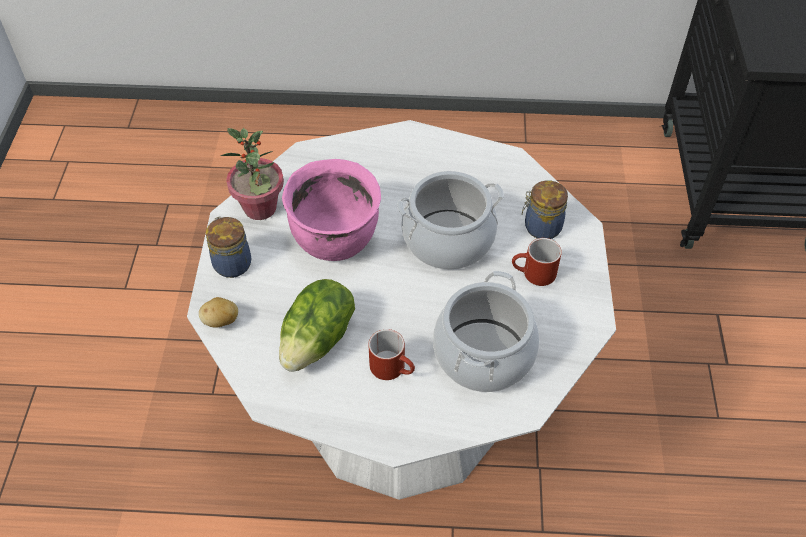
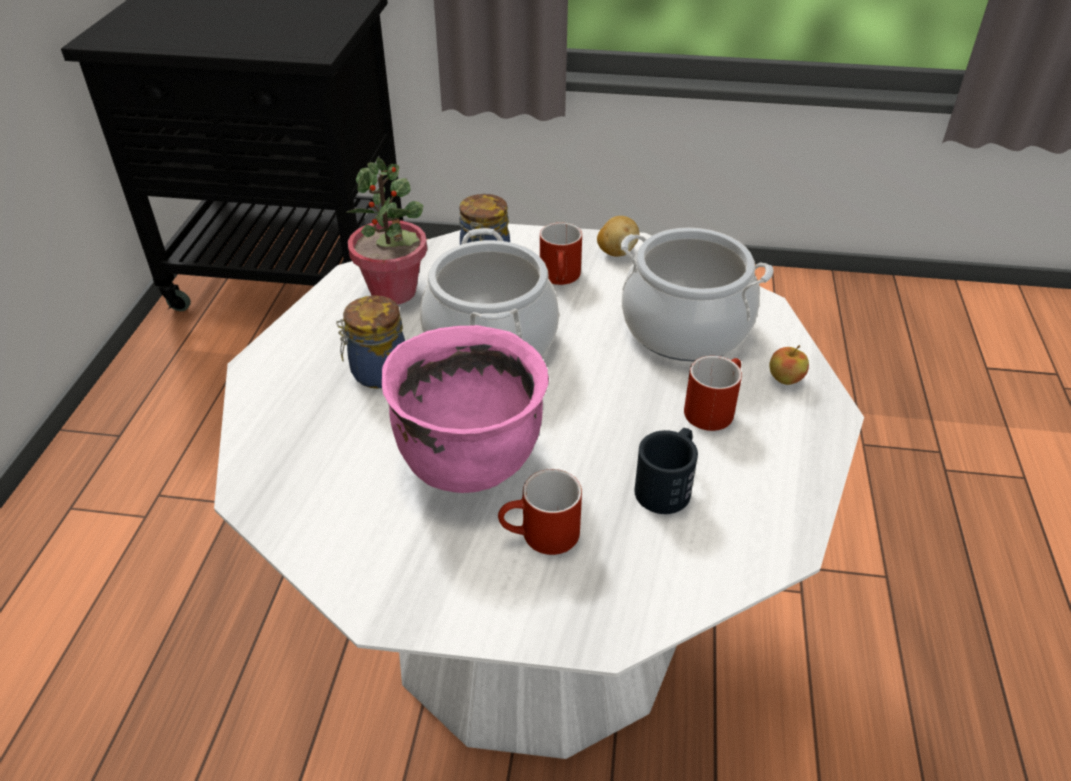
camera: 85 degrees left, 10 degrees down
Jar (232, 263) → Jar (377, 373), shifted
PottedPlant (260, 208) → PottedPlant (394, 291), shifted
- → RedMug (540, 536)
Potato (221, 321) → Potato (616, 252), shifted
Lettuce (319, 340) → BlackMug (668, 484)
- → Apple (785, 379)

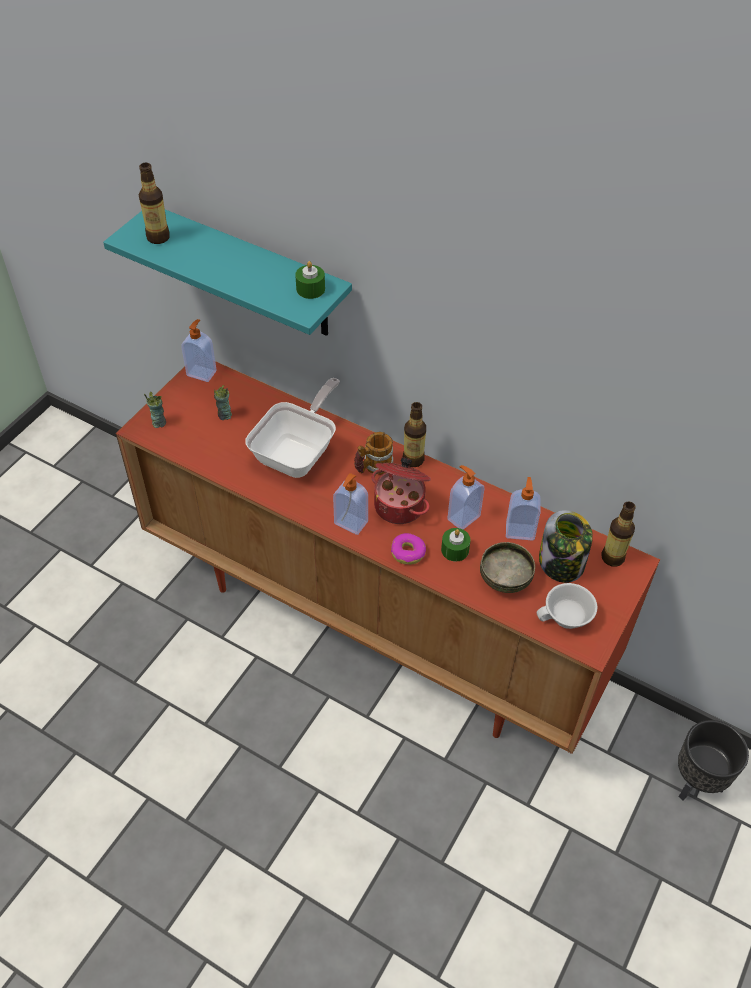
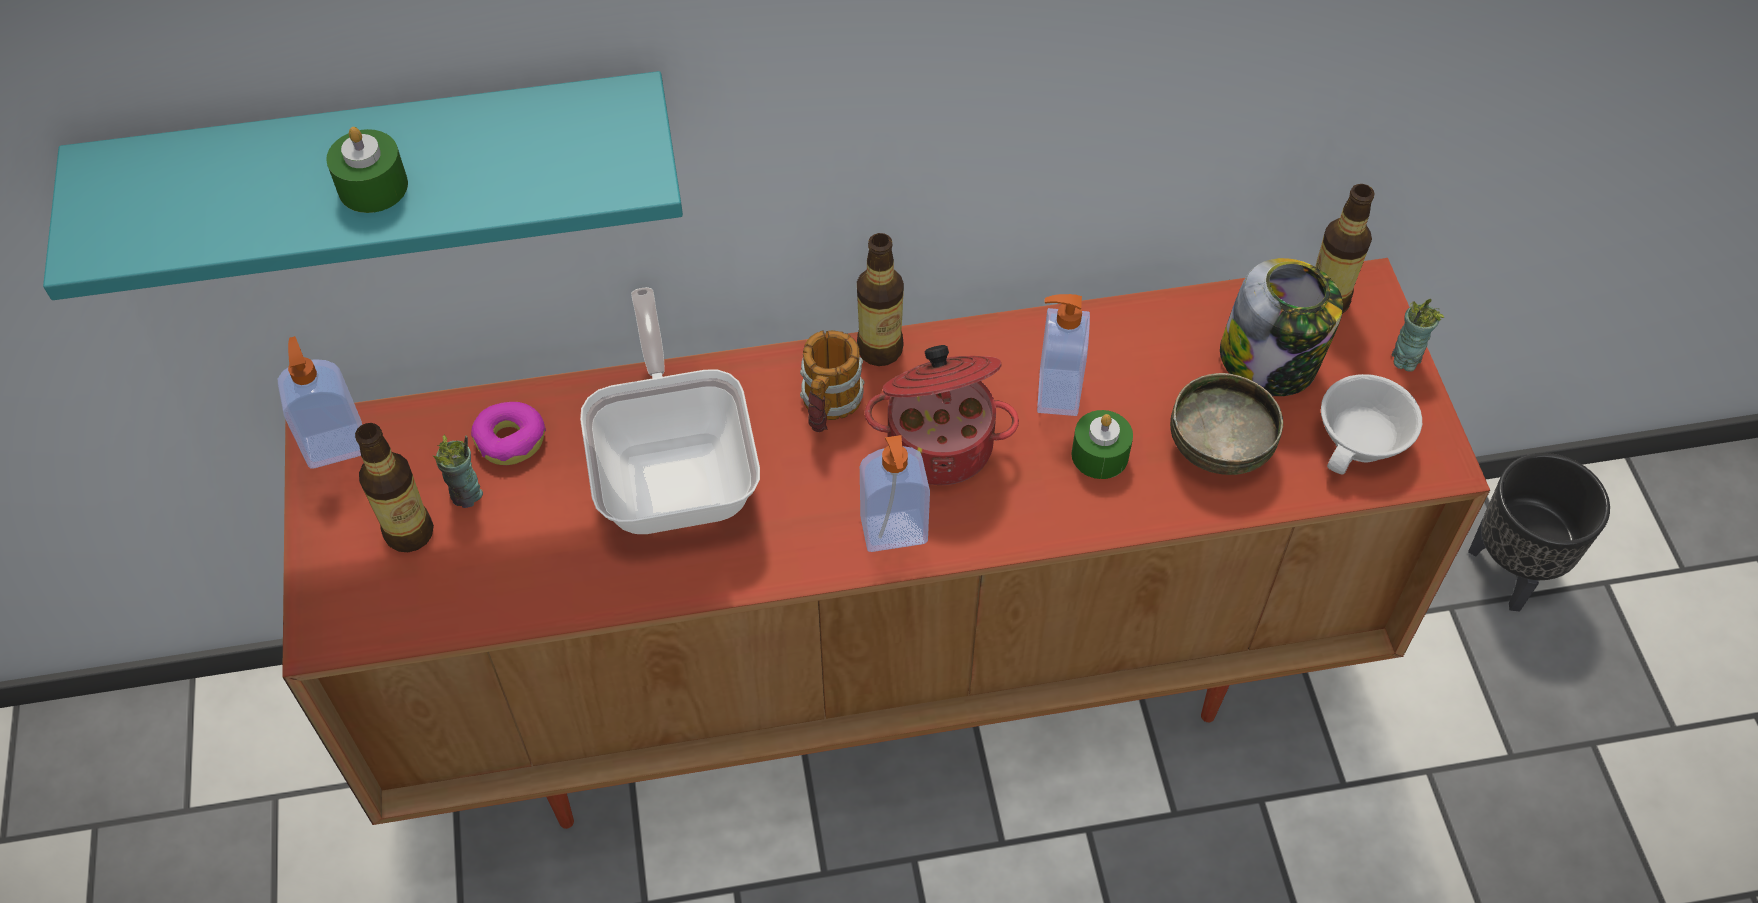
camera: 40 degrees left, 5 degrees up
GreenCandle (310, 289) → GreenCandle (373, 186), shifted
Bottle (158, 237) → Bottle (409, 532), shifted
Donut (408, 552) → Donut (511, 440), shifted
Cup (159, 423) → Cup (1405, 358), shifted
SoapDispenser (520, 530) → -

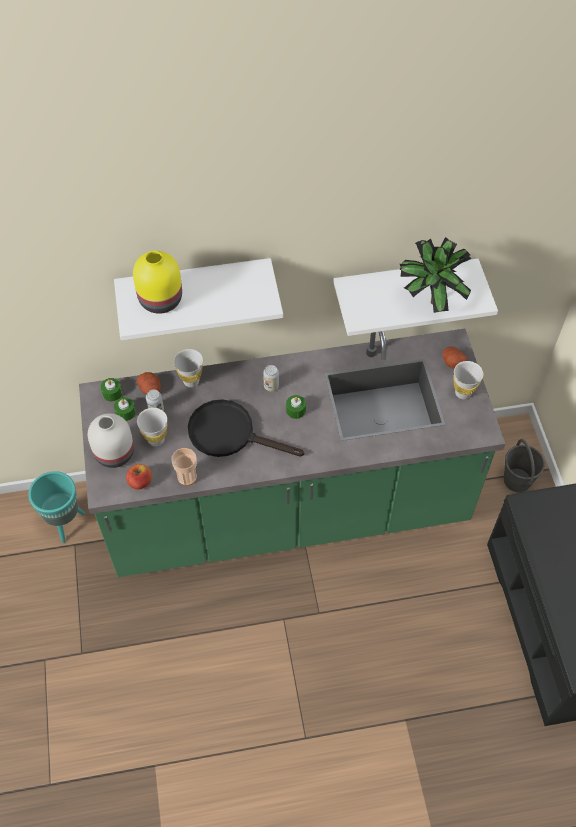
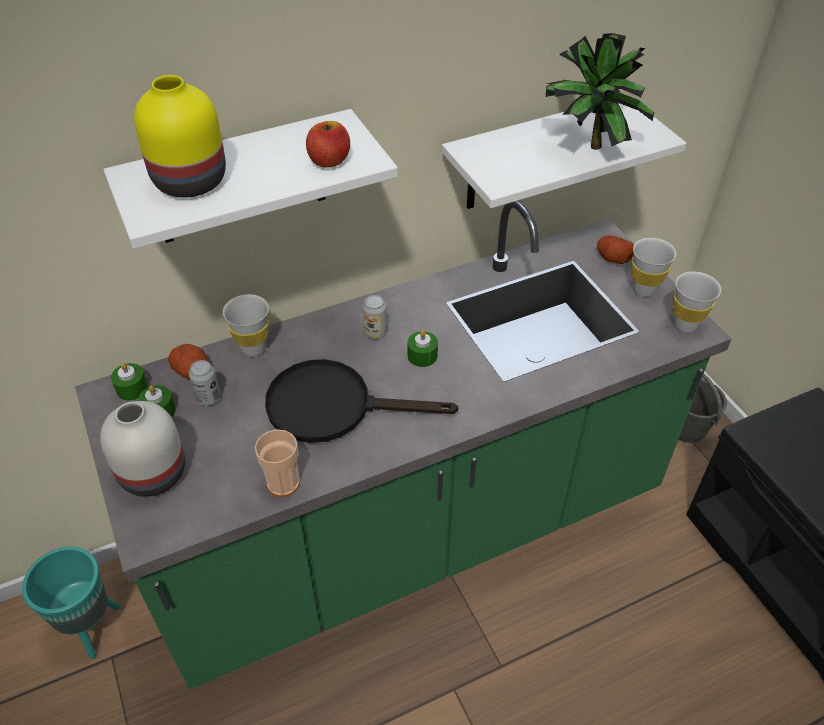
camera: 15 degrees left, 10 degrees down
Apple (140, 482) → Apple (329, 161), shifted
WhiteCup (156, 439) → WhiteCup (685, 325), shifted

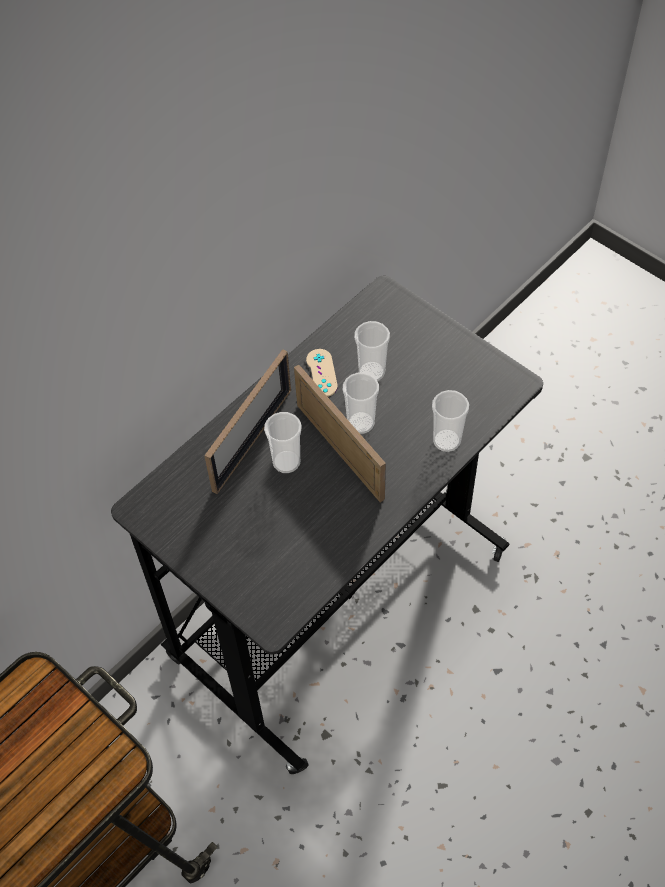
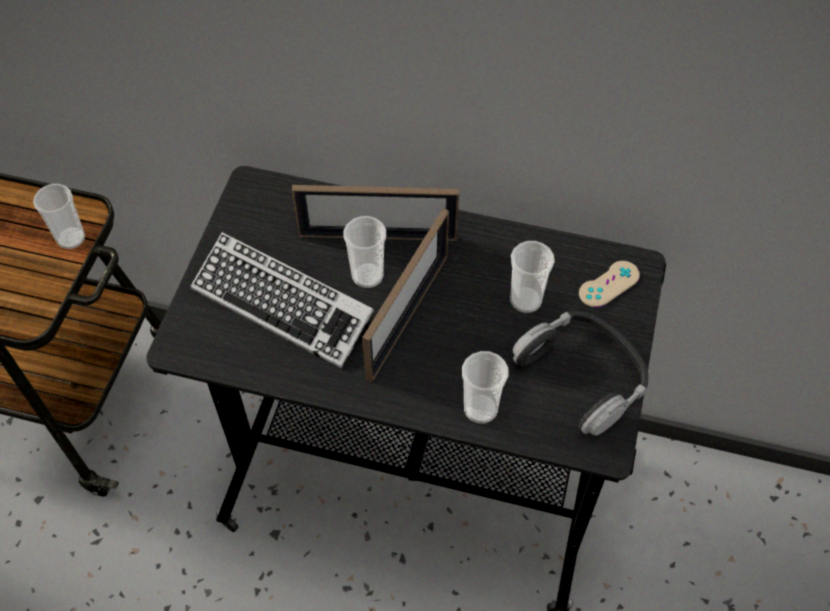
camera: 60 degrees right, 0 degrees up
Cup (361, 423) → Cup (71, 238), shifted
- → Keyboard (283, 305)
- → Headphones (583, 375)
BeigeGameController (321, 373) → BeigeGameController (609, 284), shifted

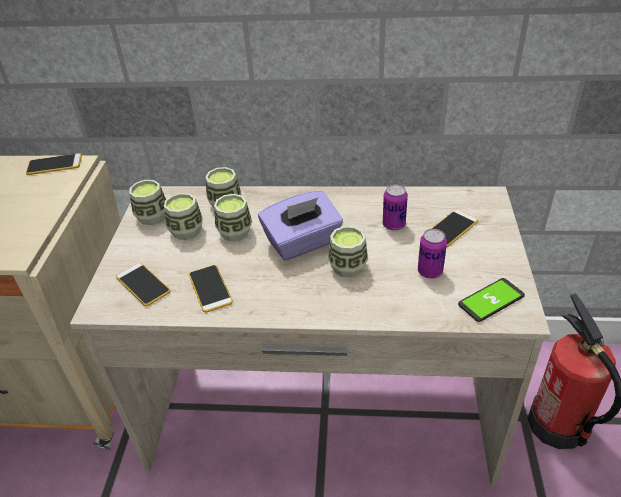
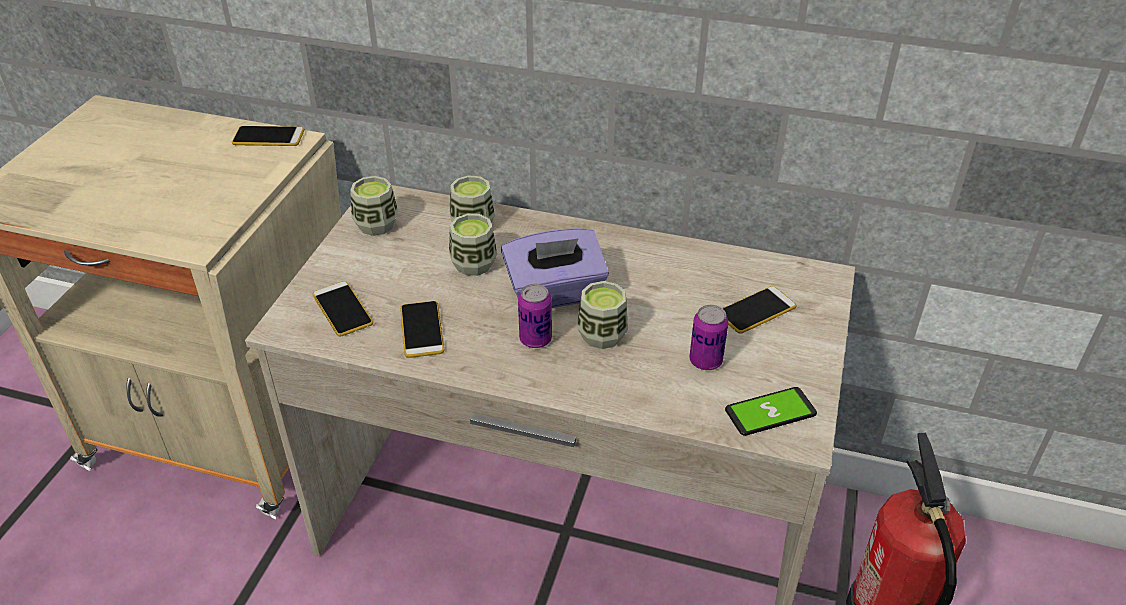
camera: 10 degrees right, 0 degrees up
Can (393, 225) → Can (535, 339), shifted
Cup (186, 231) → -

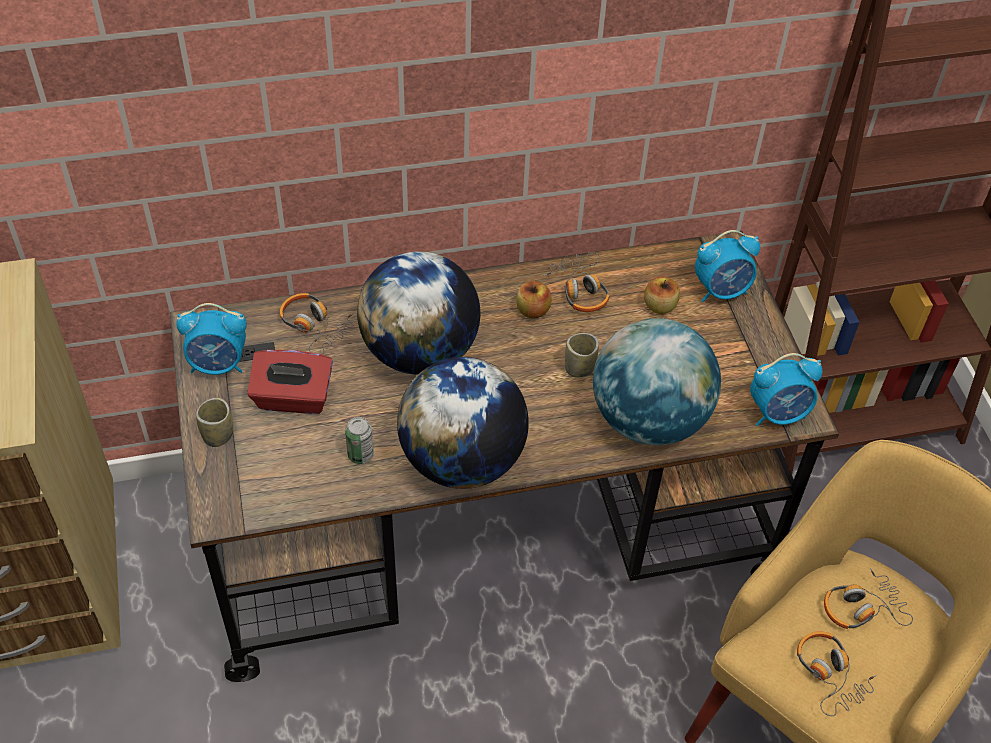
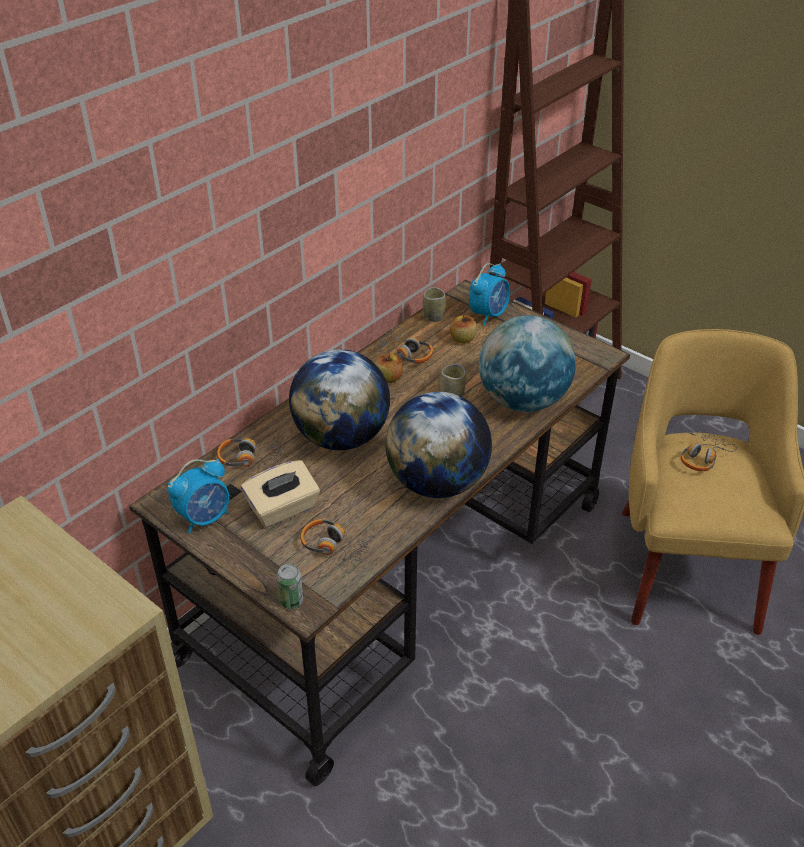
camera: 35 degrees left, 10 degrees down
RedTissueBox (293, 398) → BeigeTissueBox (283, 509)
Can (360, 455) → Can (291, 601), shifted
Headphones (829, 675) → Headphones (335, 548), shifted
Cup (218, 435) → Cup (433, 316), shifted
AlarmClock (778, 413) → -

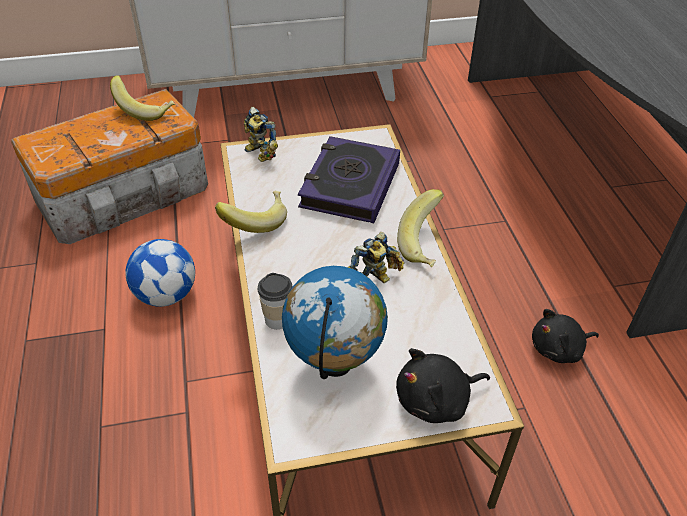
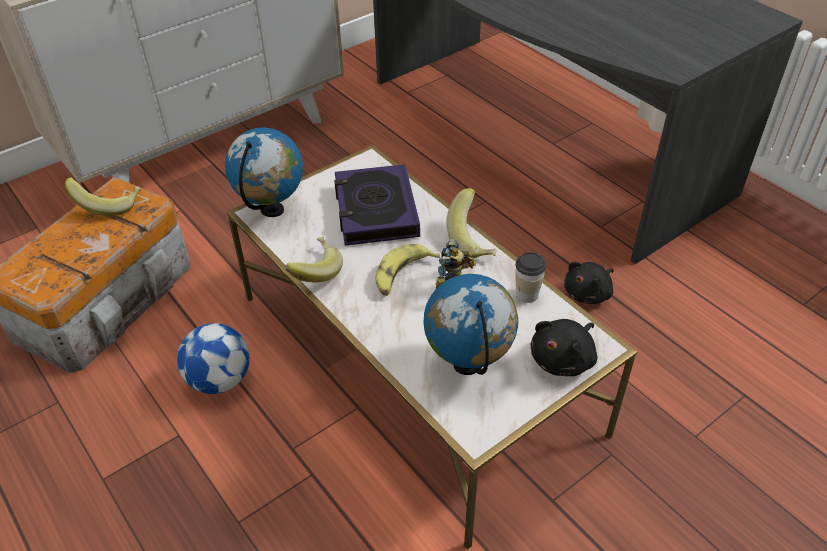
camera: 25 degrees left, 0 degrees up
ToyRobot (258, 154) → Globe (272, 210)
- → Banana (402, 275)
Cup (277, 319) → Cup (527, 294), shifted

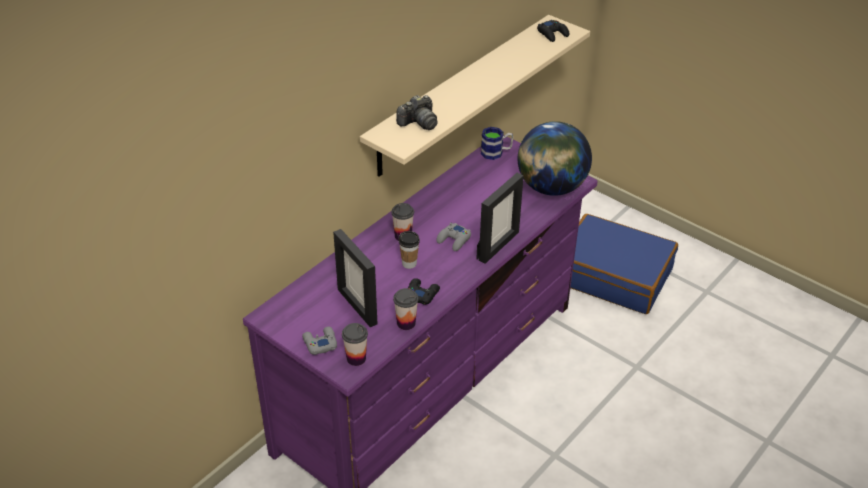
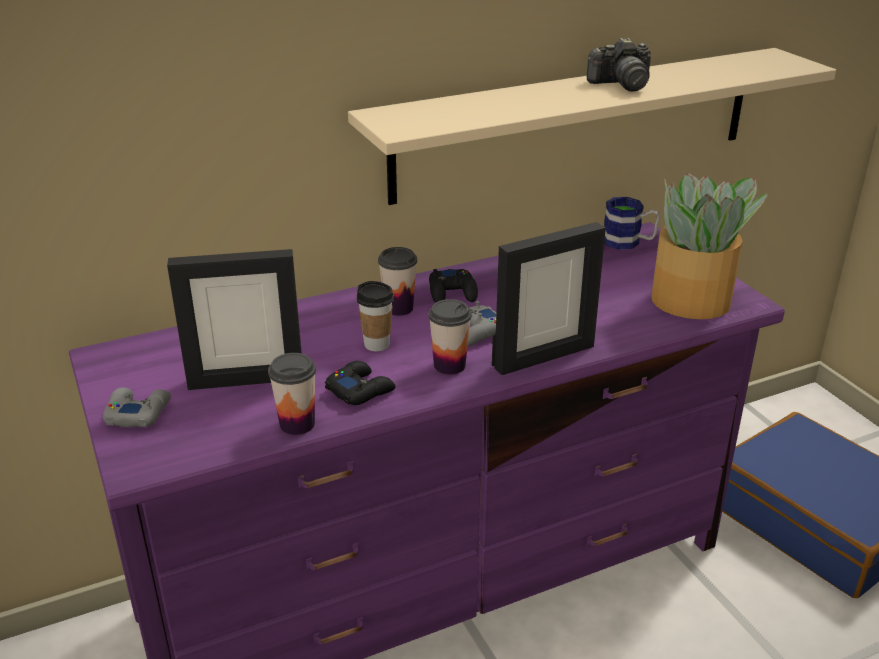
camera: 25 degrees right, 10 degrees down
PictureFrame (358, 306) → PictureFrame (246, 379), 90 degrees counterclockwise
Cup (356, 358) → Cup (449, 365), shifted
BlackGameController (553, 34) → BlackGameController (452, 293), shifted
PhotoCamera (418, 123) → PhotoCamera (621, 84), shifted
Globe (551, 187) → PottedPlant (692, 301)

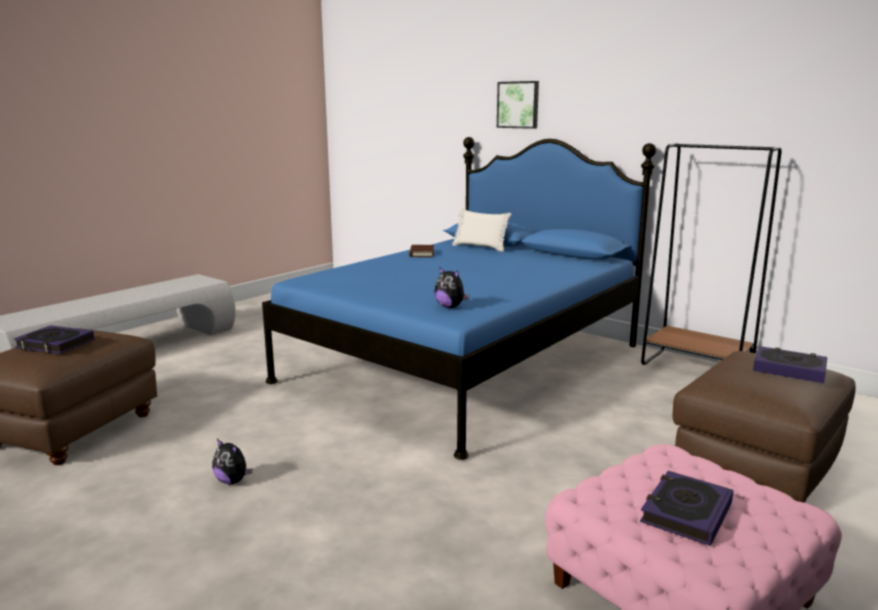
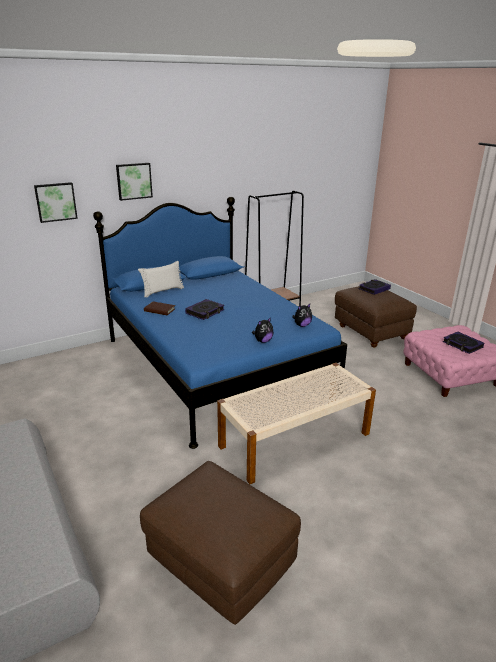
camera: 70 degrees left, 10 degrees up
- → Picture (55, 202)
Book (55, 344) → Book (205, 312), shifted
- → BeigeBench (294, 439)
PlushToy (233, 481) → PlushToy (263, 341), shifted

